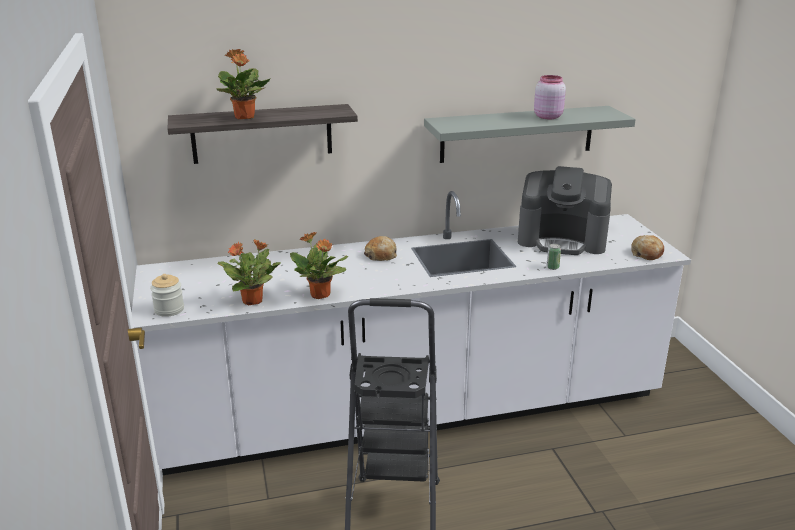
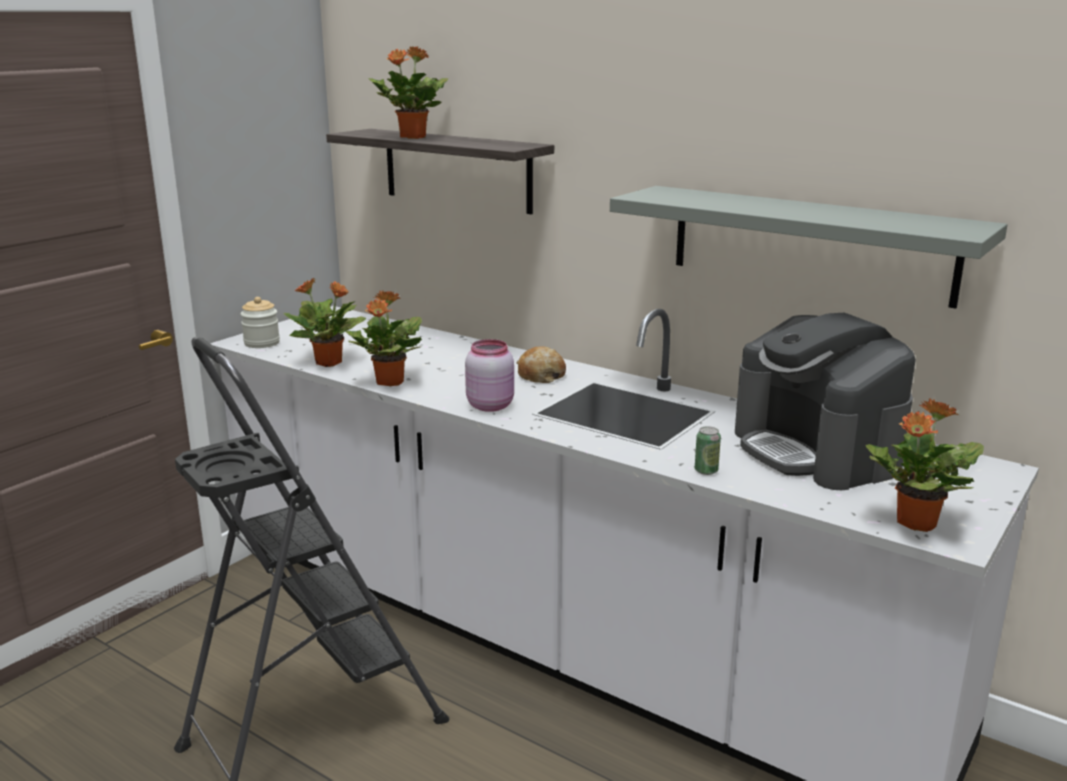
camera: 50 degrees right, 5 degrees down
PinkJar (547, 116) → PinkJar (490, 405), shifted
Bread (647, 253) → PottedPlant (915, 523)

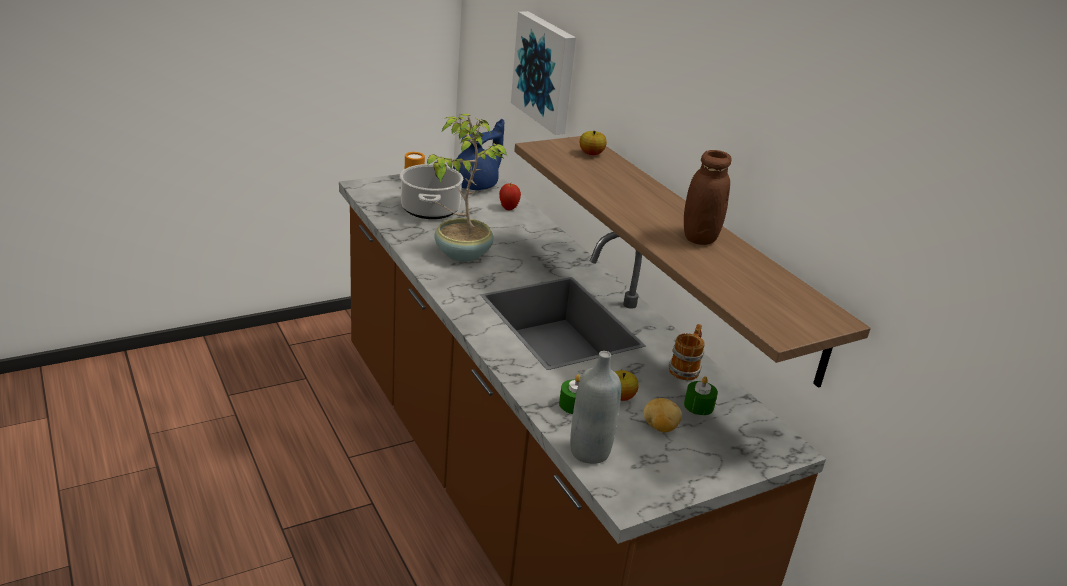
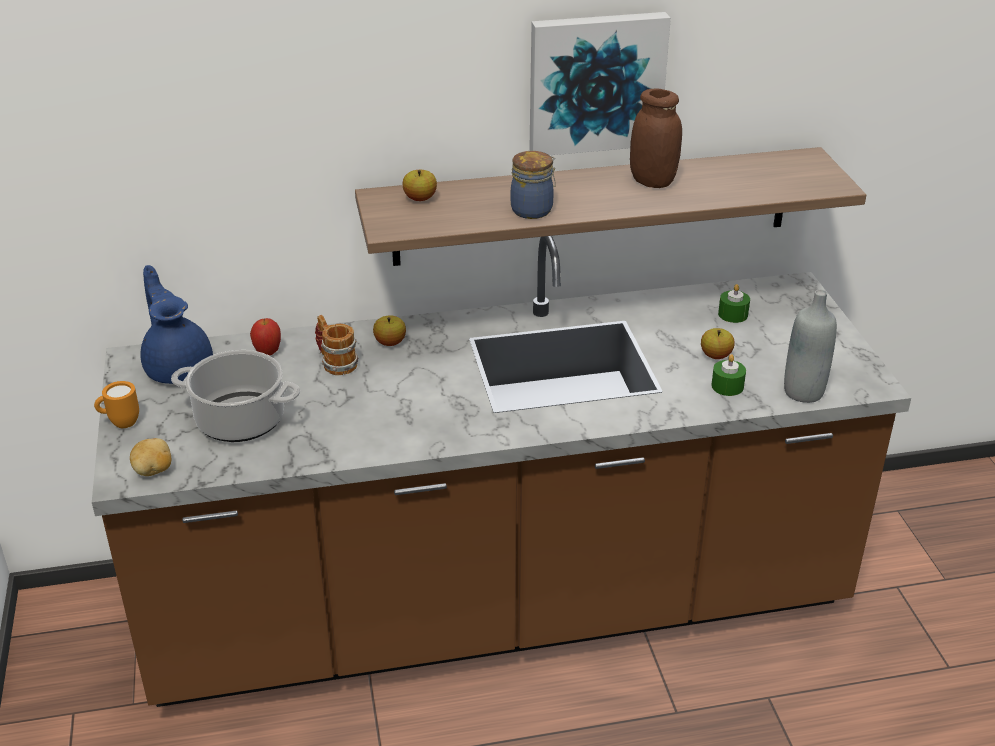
camera: 70 degrees left, 5 degrees up
Potato (659, 427) → Potato (154, 471), shifted
Mug (686, 368) → Mug (335, 362), shifted
- → Apple (390, 342)
- → Jar (533, 210)
Picture (546, 71) → Picture (595, 82), shifted
PottedPlant (461, 253) → -

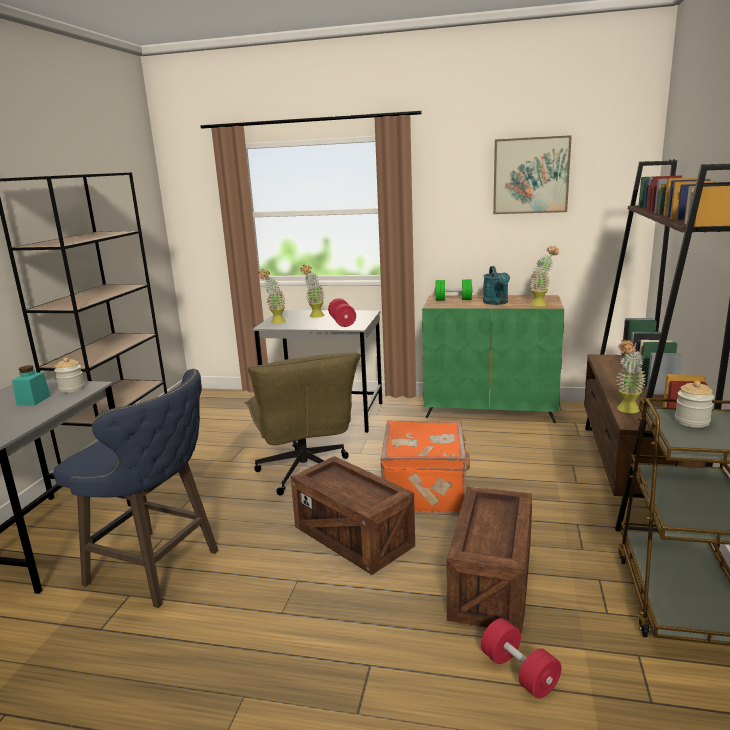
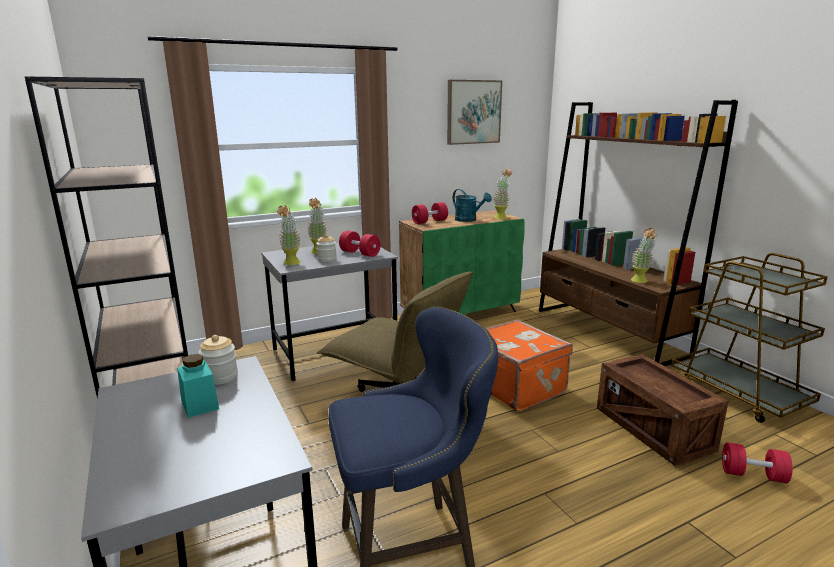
camera: 40 degrees left, 0 degrees up
Jar (692, 421) → Jar (327, 259), shifted
GreenDumbbell (453, 300) → RedDumbbell (429, 222)
Crate (353, 537) → -

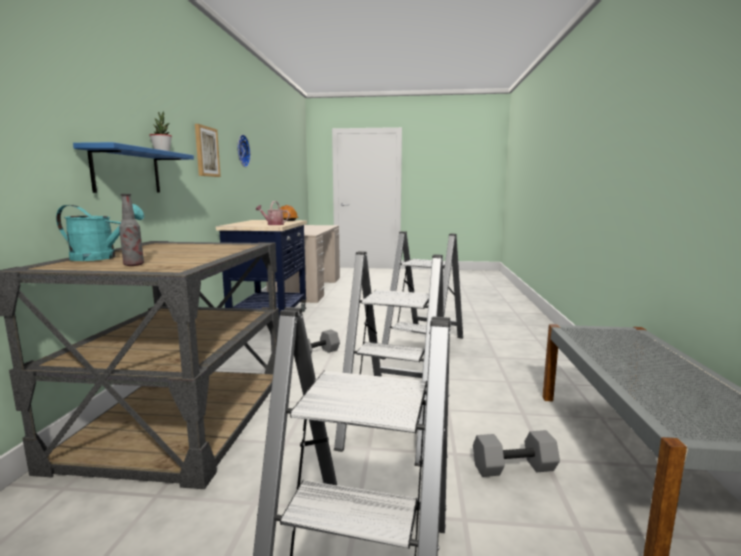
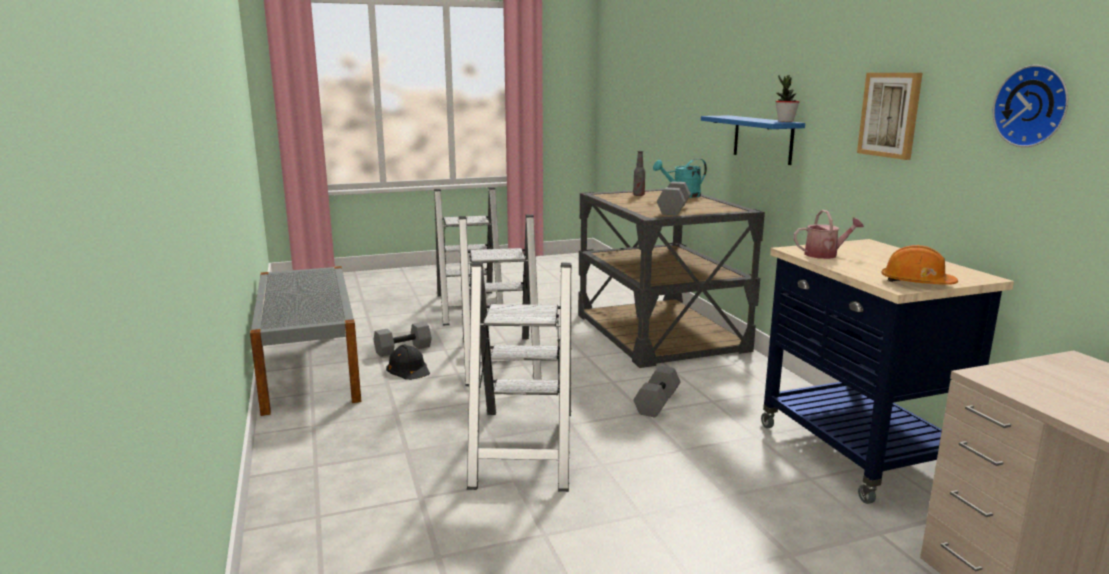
camera: 155 degrees right, 5 degrees up
- → BlackHardHat (408, 369)
- → GreyDumbbell (672, 210)

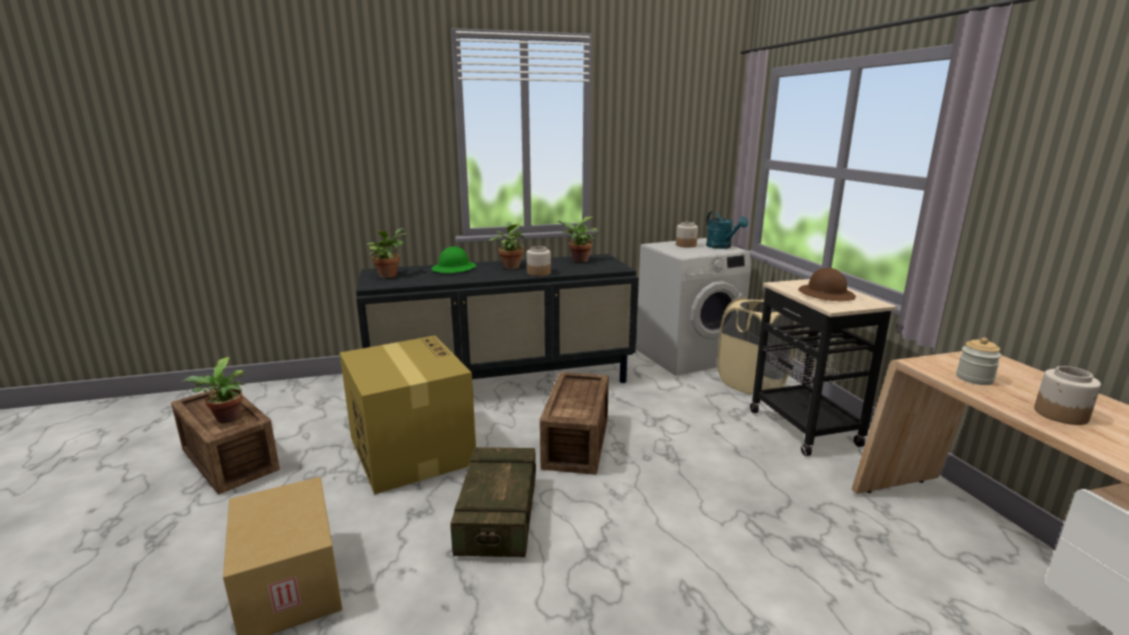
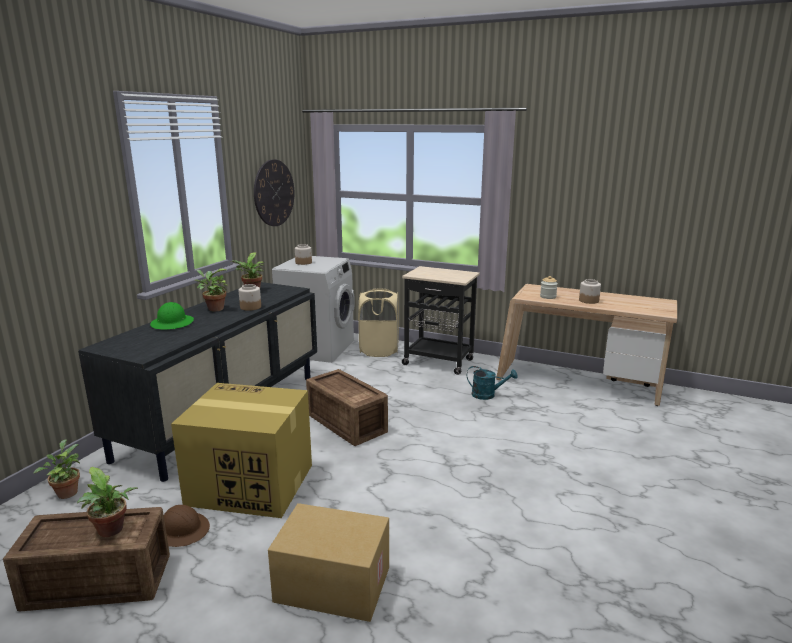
camera: 50 degrees left, 0 degrees up
PottedPlant (388, 275) → PottedPlant (66, 492), shifted
BrownHardHat (826, 295) → BrownHardHat (182, 530), shifted
- → WallClock (274, 193)
TurquoiseWateringCan (722, 247) → TurquoiseWateringCan (488, 395), shifted
Crate (498, 517) → -

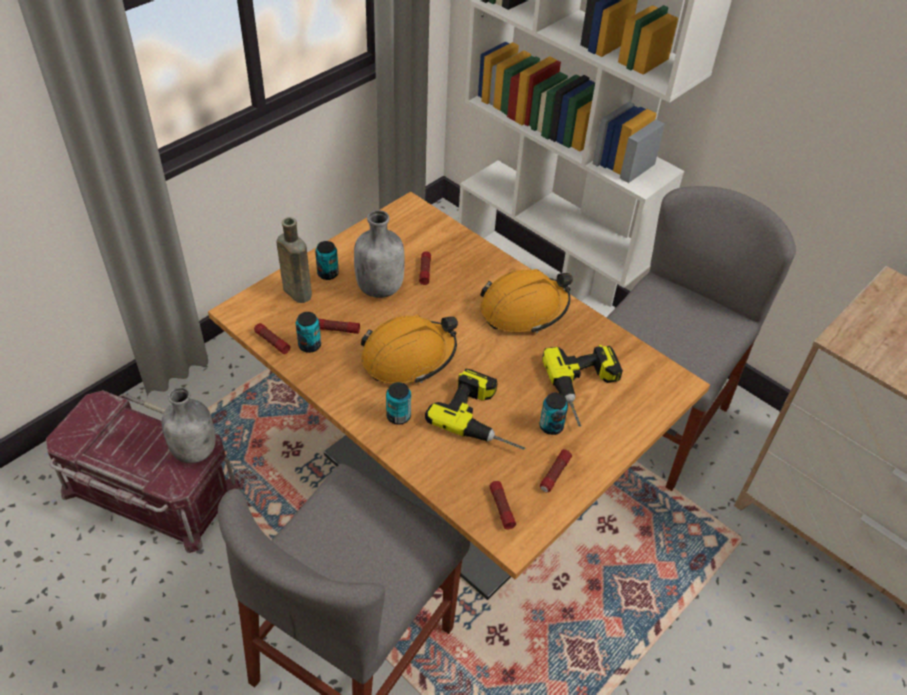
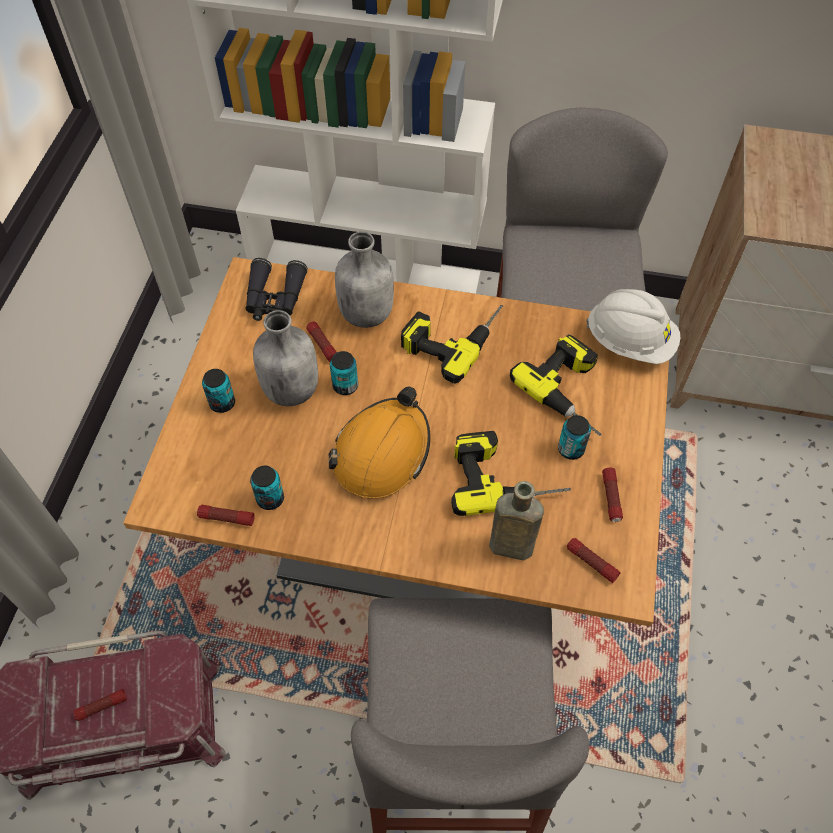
camera: 30 degrees left, 10 degrees up
Flashlight (337, 330) → Flashlight (102, 707), shifted
- → BlackBinoculars (274, 299)
Can (398, 416) → Can (345, 386), shifted
GreyBottle (195, 450) → GreyBottle (366, 313), shifted
OrangeHardHat (524, 309) → PowerDrill (452, 335)
BrownBottle (296, 291) → BrownBottle (507, 546), shifted
- → WhiteHardHat (630, 342)

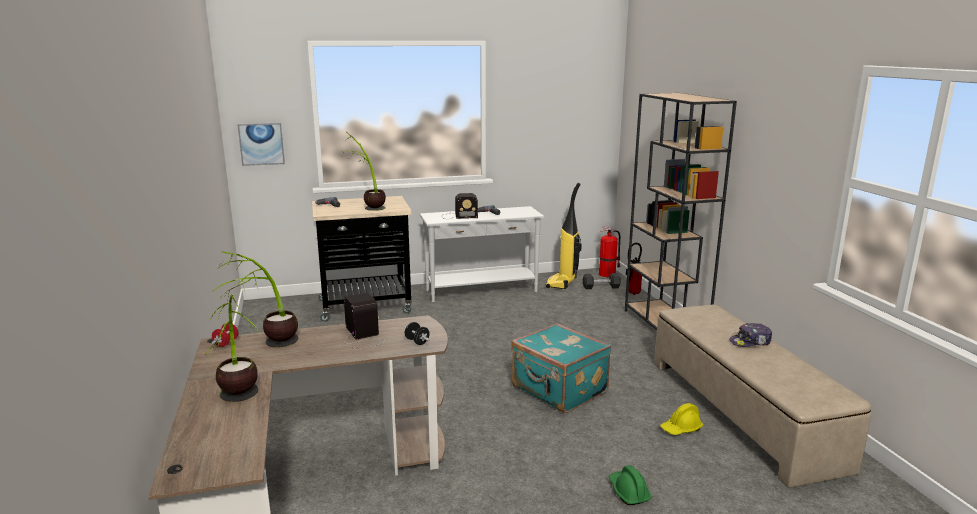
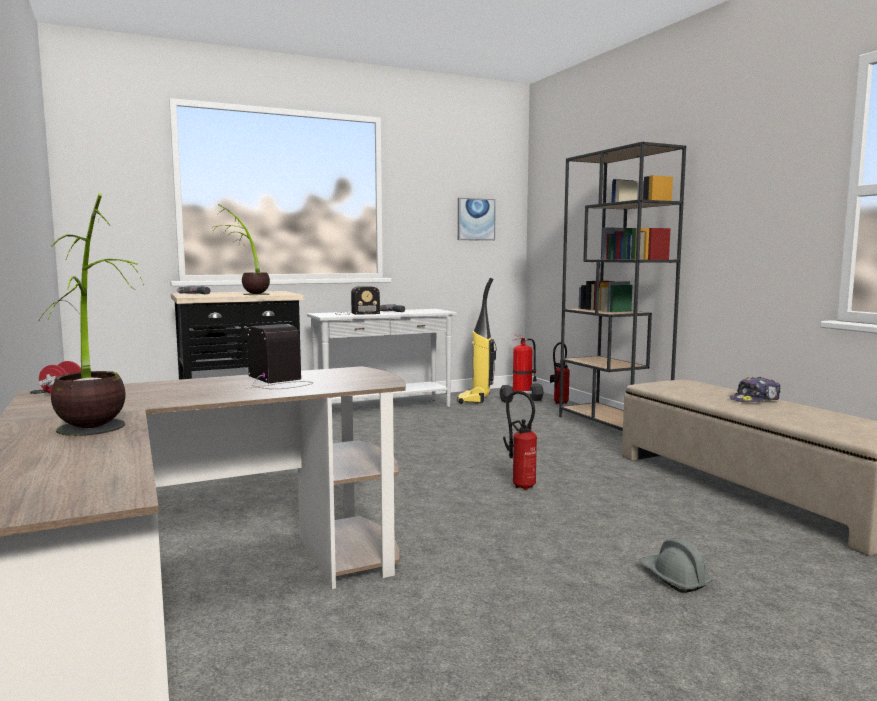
camera: 10 degrees left, 10 degrees down
Picture (261, 144) → Picture (476, 219), shifted
TurquoiseSuitcase (558, 390) → FireExtinguisher (521, 485)
GreenHardHat (628, 492) → GreyHardHat (674, 578)
PottedPlant (267, 348) → -
BlackDumbbell (417, 341) → -
YellowHardHat (681, 429) → -

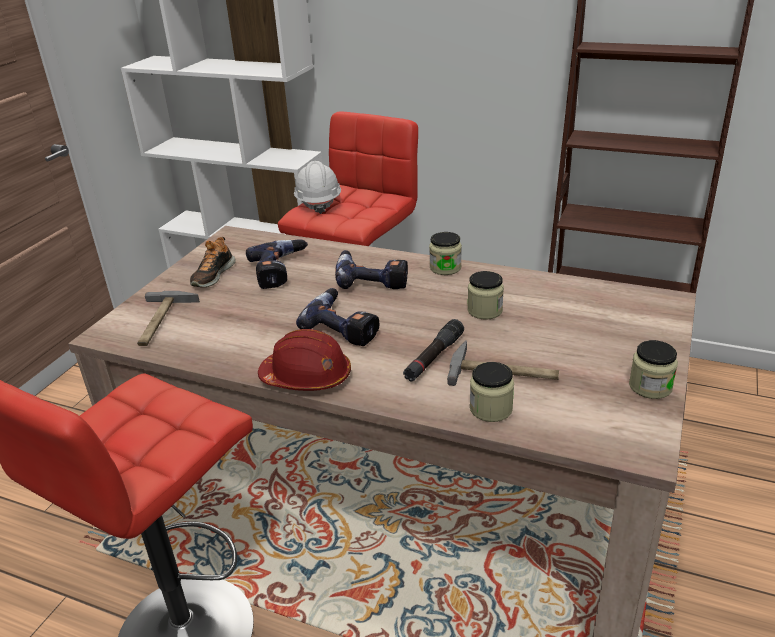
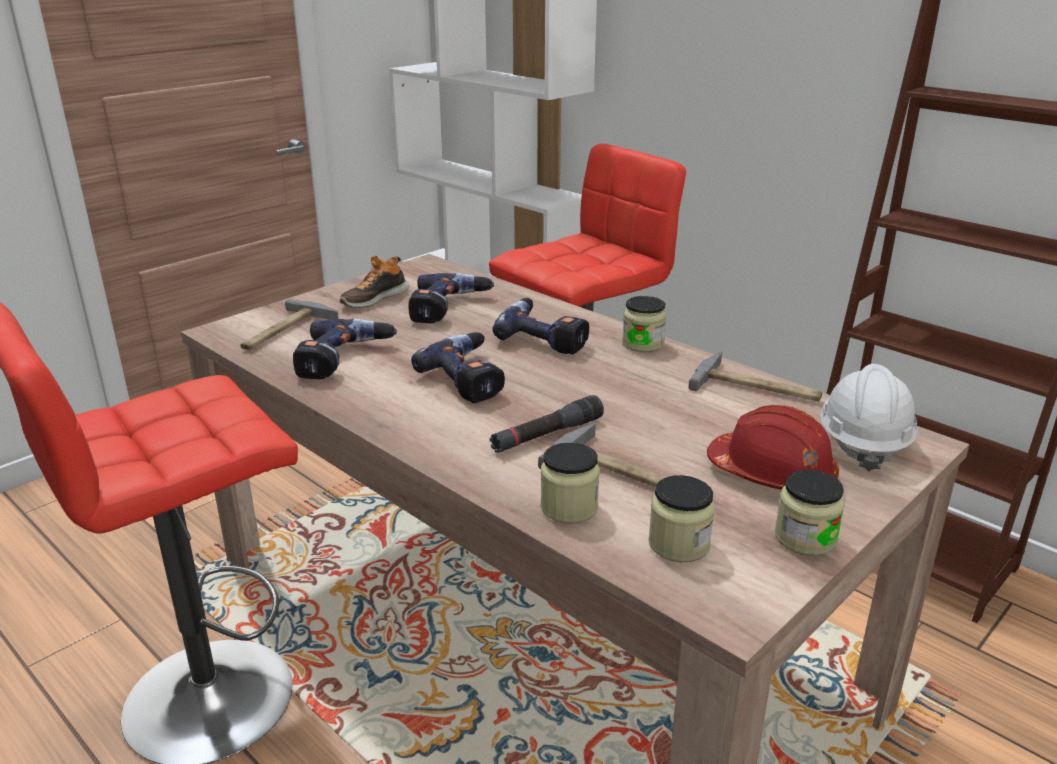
camera: 20 degrees right, 5 degrees down
- → PowerDrill (344, 360)
Jar (485, 310) → Jar (679, 544), shifted
- → Hammer (757, 387)
RedHardHat (307, 377) → RedHardHat (772, 473), shifted
WhiteHardHat (318, 203) → WhiteHardHat (863, 443), shifted

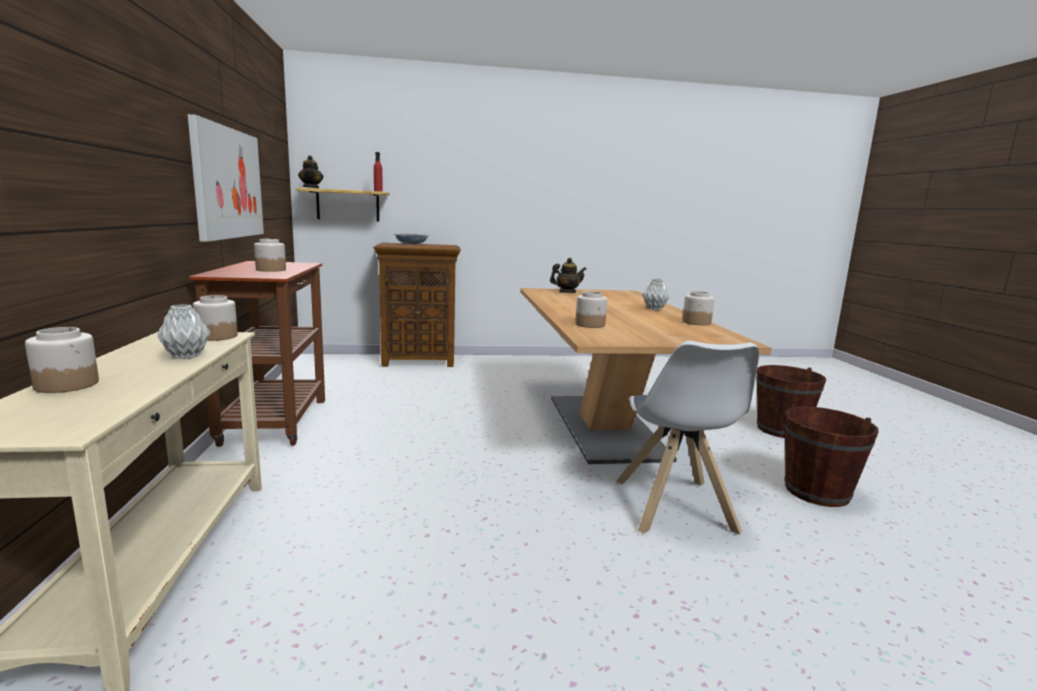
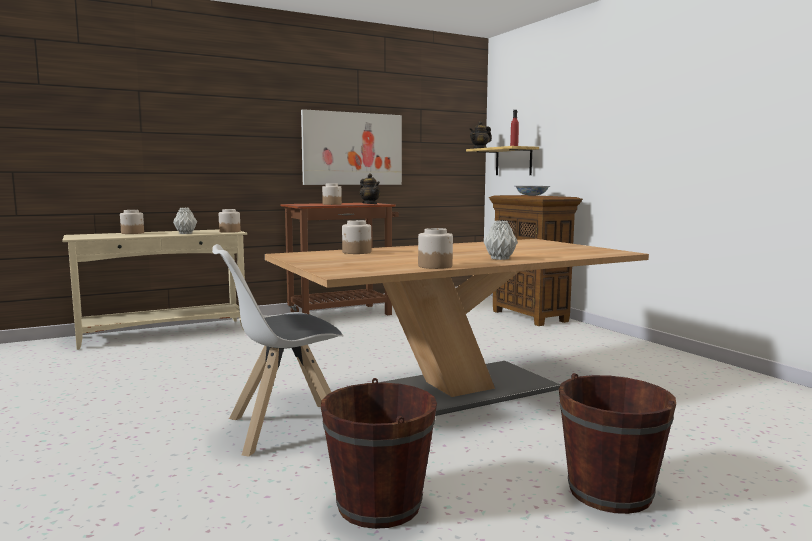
camera: 70 degrees right, 5 degrees down
Teapot (567, 292) → Teapot (370, 204), shifted

